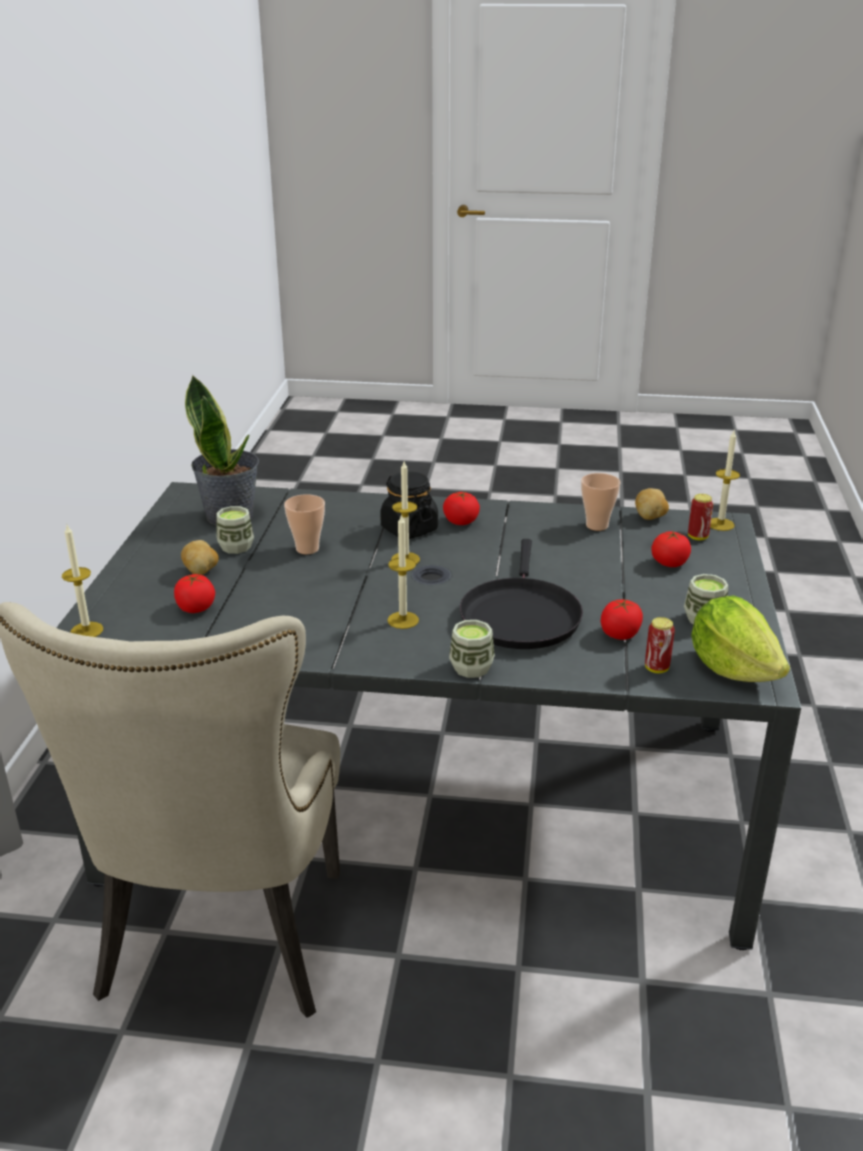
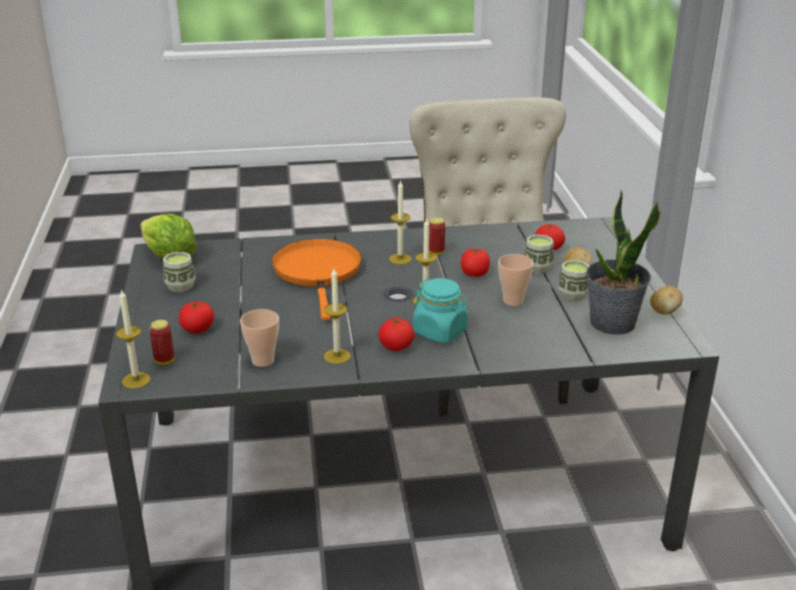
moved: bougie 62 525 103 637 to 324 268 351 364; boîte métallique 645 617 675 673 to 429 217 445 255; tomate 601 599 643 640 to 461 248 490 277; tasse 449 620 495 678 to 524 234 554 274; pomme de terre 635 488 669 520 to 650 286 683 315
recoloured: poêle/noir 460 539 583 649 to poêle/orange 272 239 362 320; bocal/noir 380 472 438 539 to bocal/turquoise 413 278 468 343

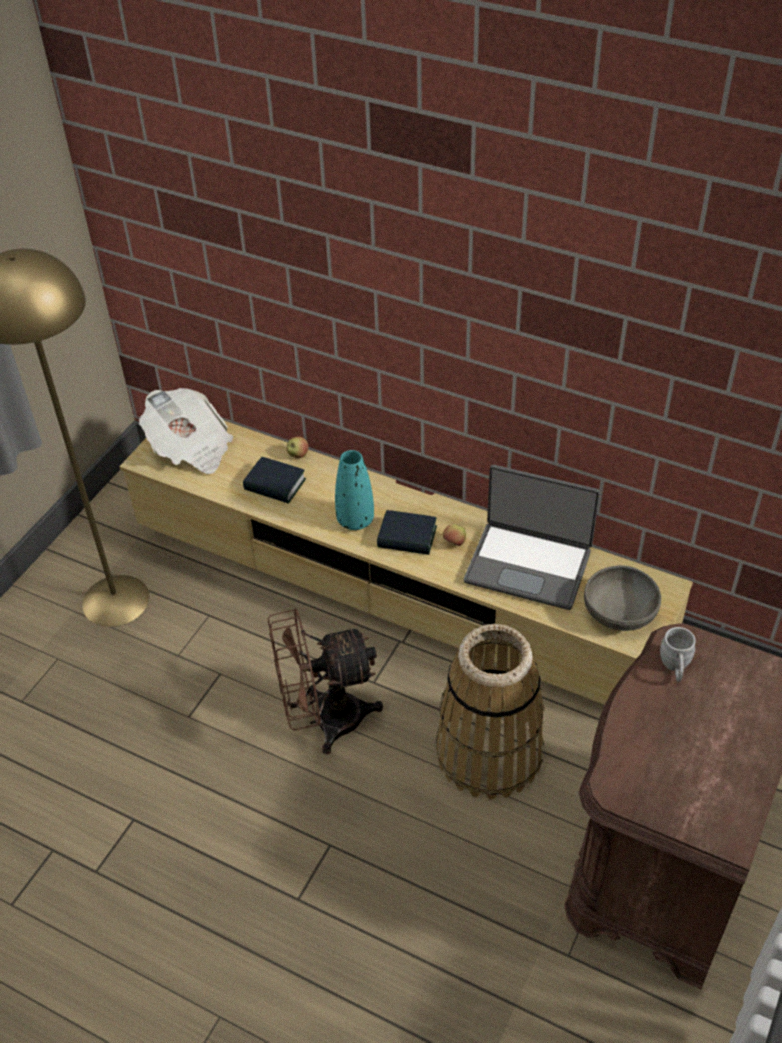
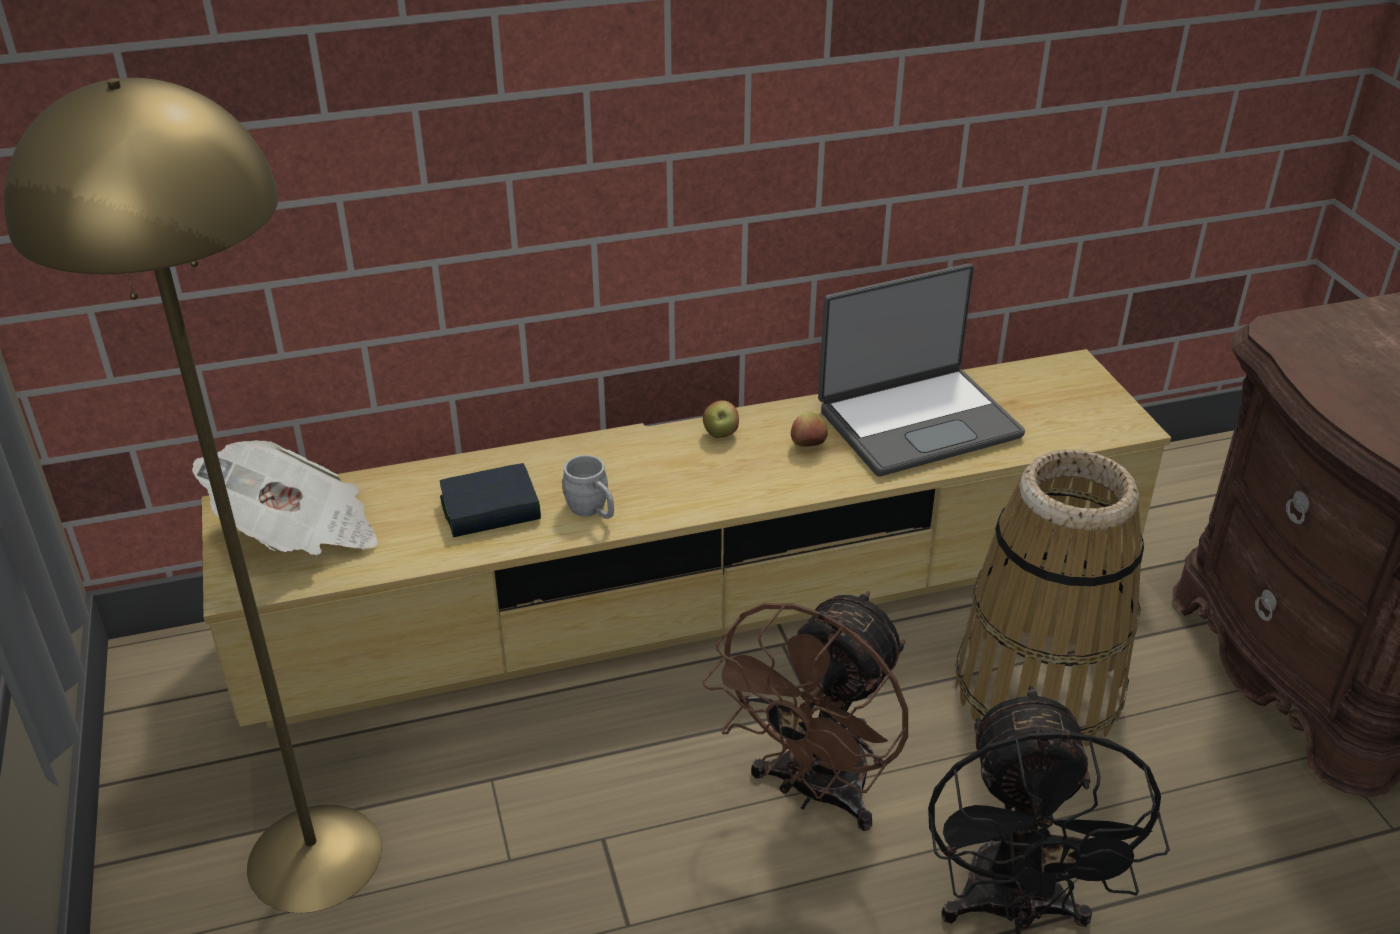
removed: vase/turquoise 335 450 374 530; livre 377 510 437 555; bol/gris 584 565 661 631
added: ventilateur/noir 928 686 1170 934
moved: mug/gris 660 627 696 682 to 562 455 614 519; pomme 287 436 308 458 to 703 400 739 438

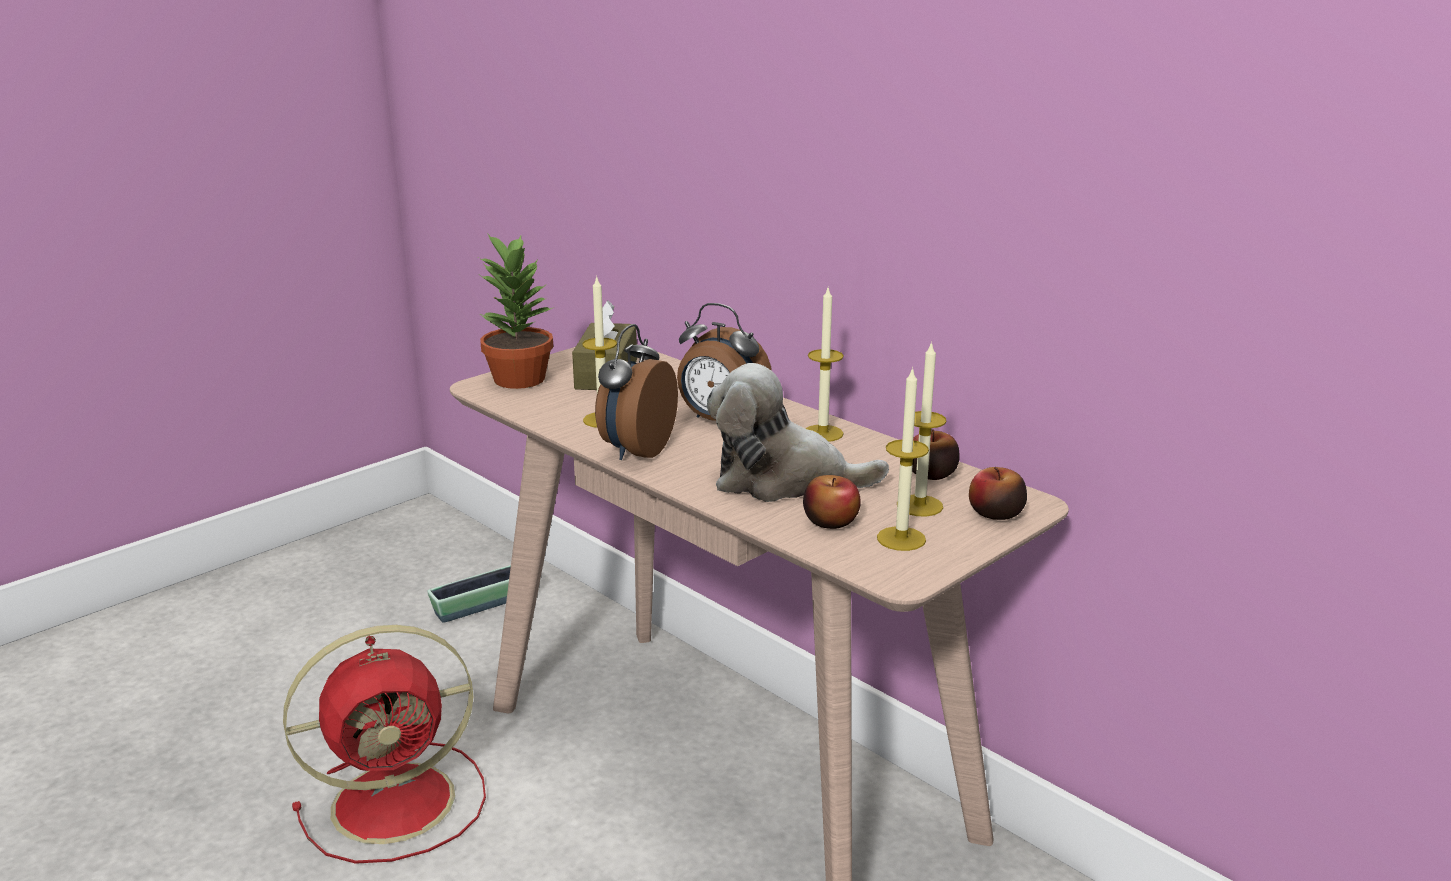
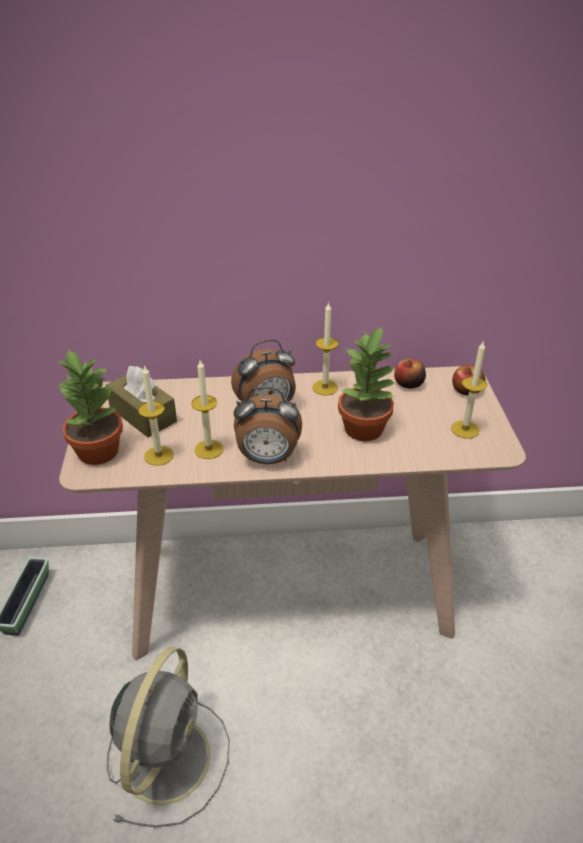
removed: pomme 803 475 861 529
moved: bougie 897 341 946 517 to 138 365 174 466
replaced: peluche 707 363 889 502 to plante en pot 338 326 397 441
recoloured: ventilateur/rouge 283 625 486 864 to ventilateur/gris 107 647 230 827
turned: réveil 595 324 678 460 = 233 387 302 464 60 degrees counterclockwise

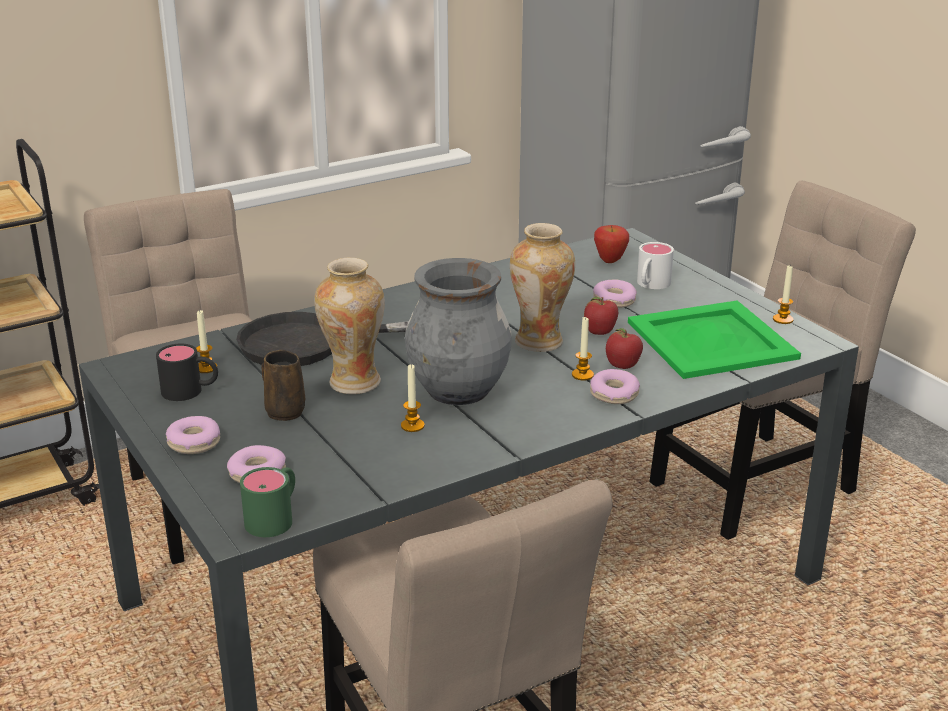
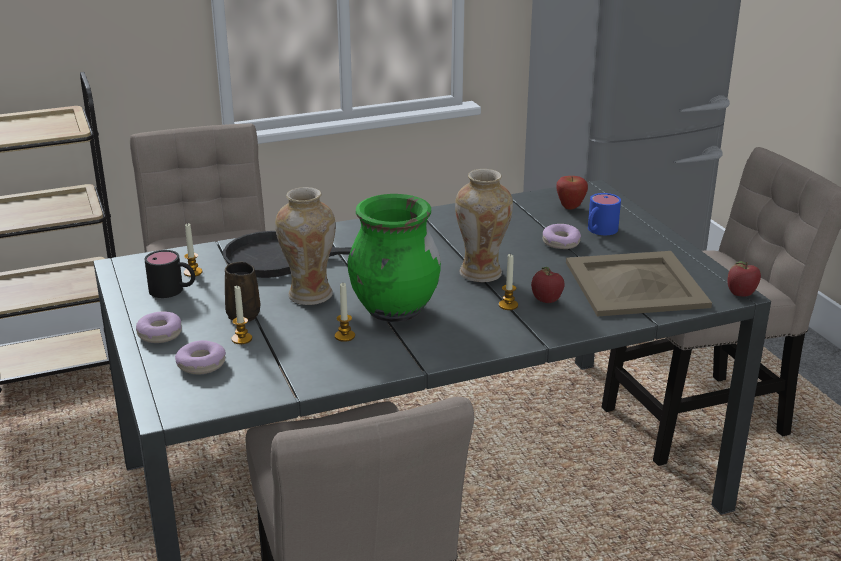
removed: mug/vert 240 467 295 537; beignet 590 369 640 404
moved: bougie 773 265 794 324 to 231 286 252 344; pomme 584 297 618 335 to 727 261 761 297
recoloured: vase/gris 405 258 511 405 to vase/vert 348 194 441 322; plateau/vert 628 300 801 379 to plateau/beige 566 251 712 317; mug/blanc 637 242 674 289 to mug/bleu 588 193 621 235

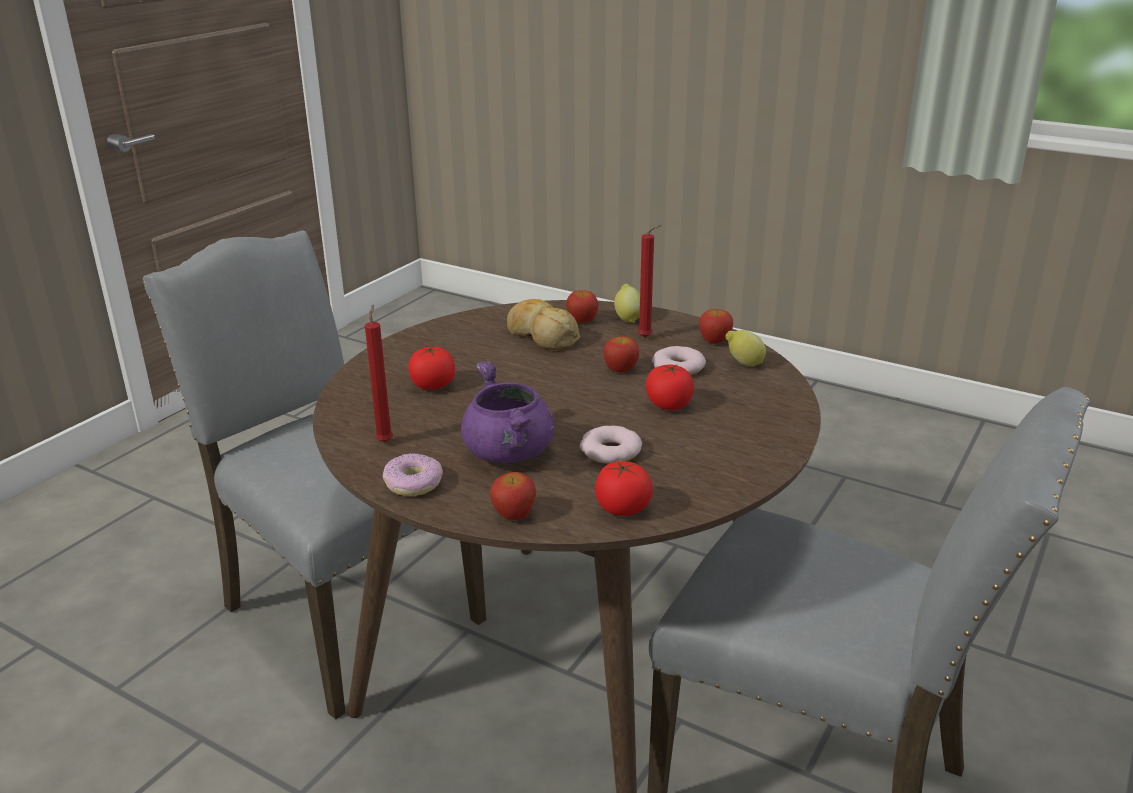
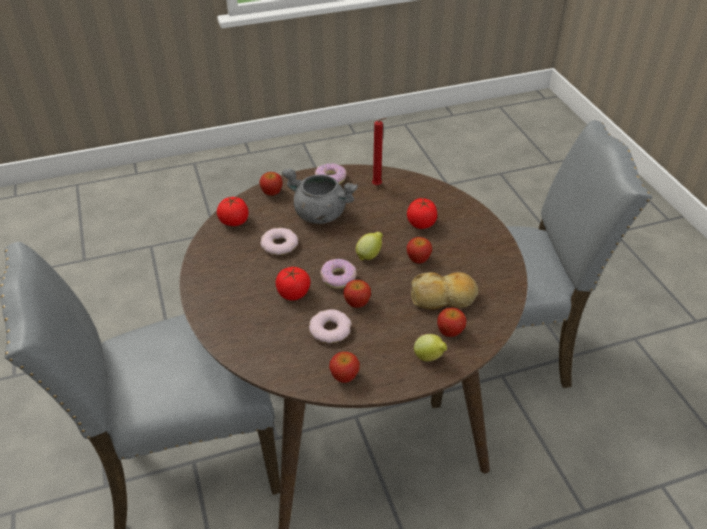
removed: bougie/rouge 638 225 661 338
added: beignet 320 259 357 289; pomme 407 237 432 263
moved: citron 725 330 766 366 to 356 232 383 260
recoloured: marmite/violet 461 361 554 463 to marmite/gris 282 169 358 224

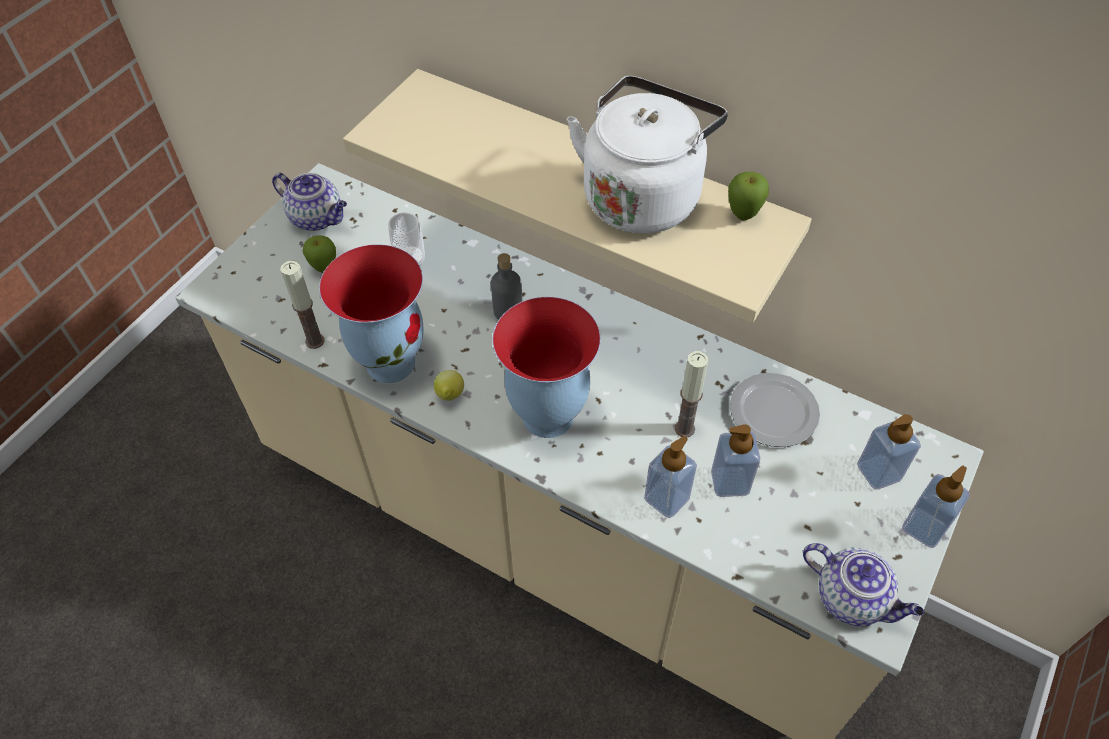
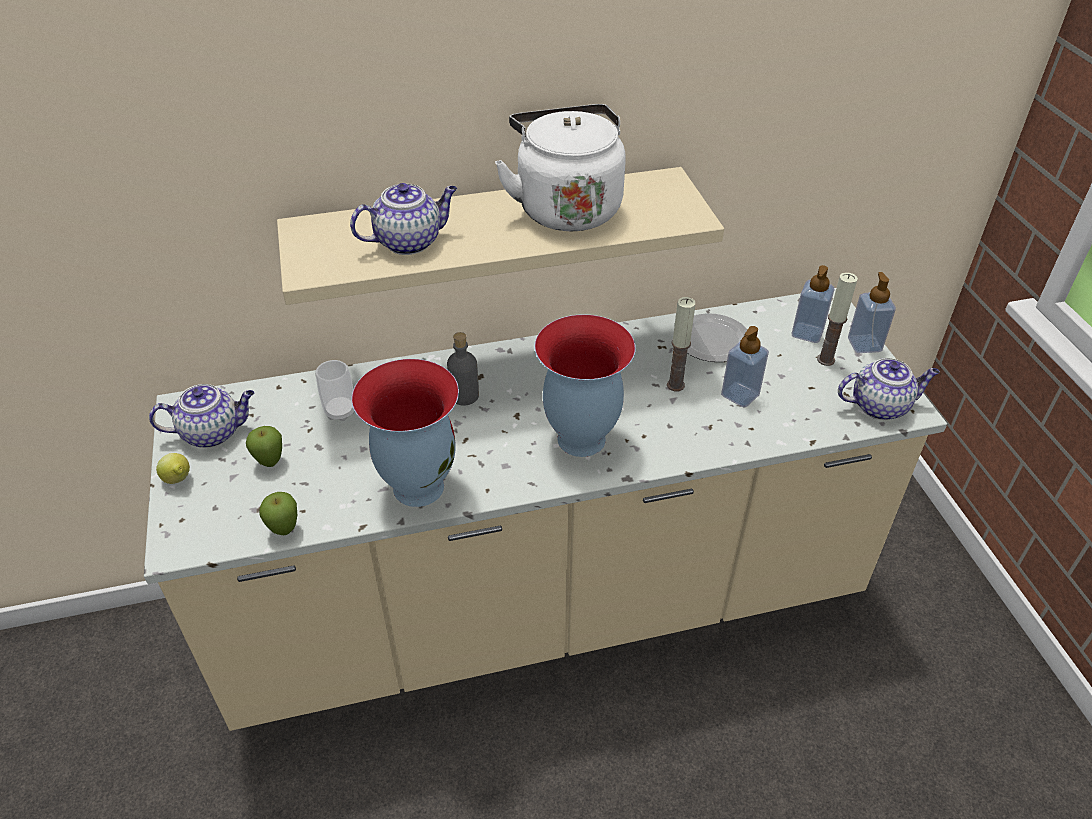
removed: distributeur de savon 644 436 697 518
added: théière 350 183 457 255
moved: citron 434 370 464 401 to 156 453 190 484; pomme 728 172 769 221 to 259 492 297 535; bougie 280 261 325 349 to 817 272 858 366

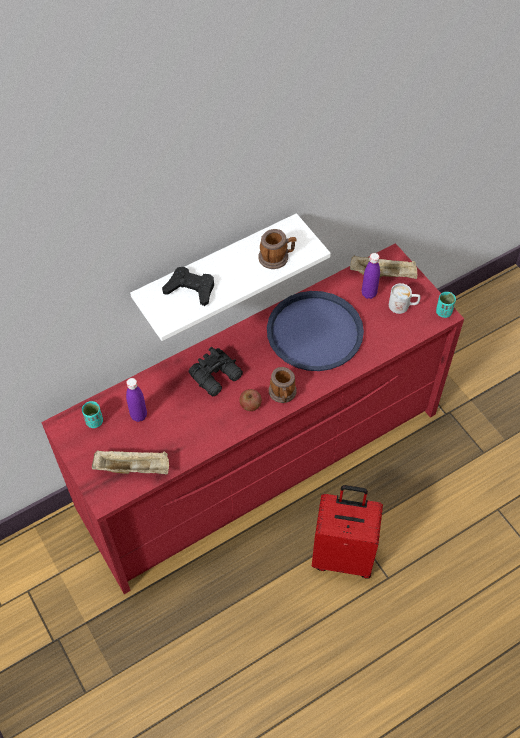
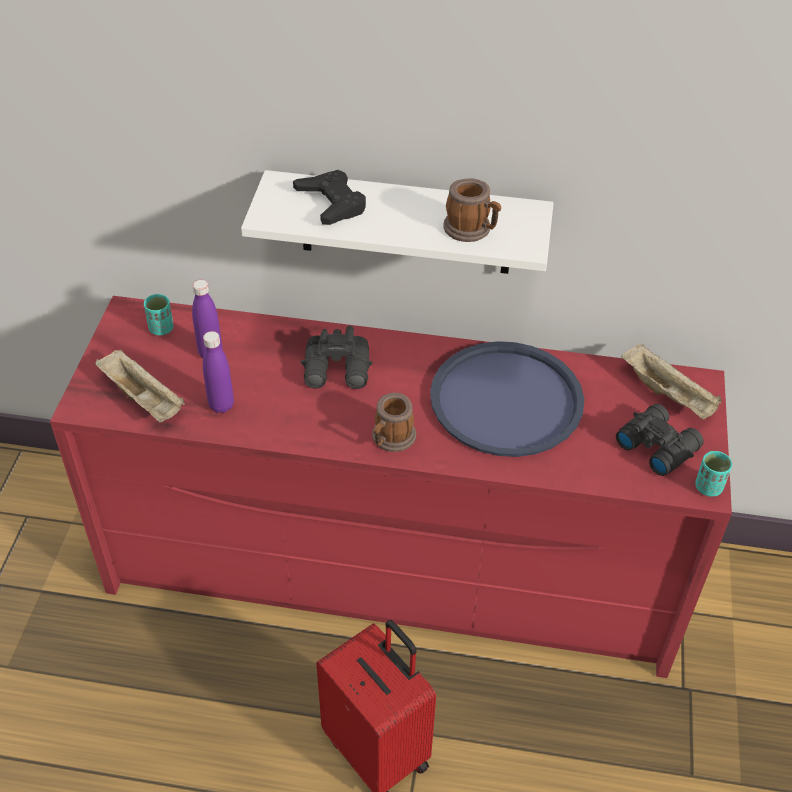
removed: pomme 239 389 262 411
moved: bouteille/violet 362 253 380 299 to 203 331 234 413
replaced: mug/blanc 389 283 420 314 to jumelles/noir 616 404 704 476

